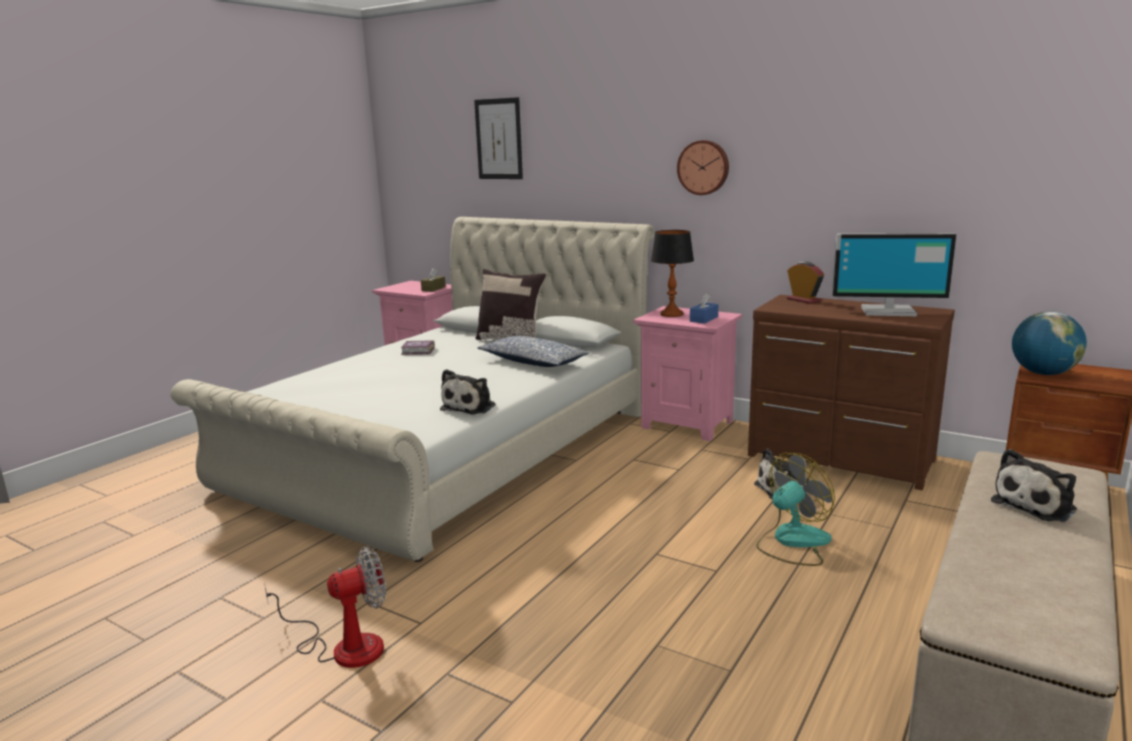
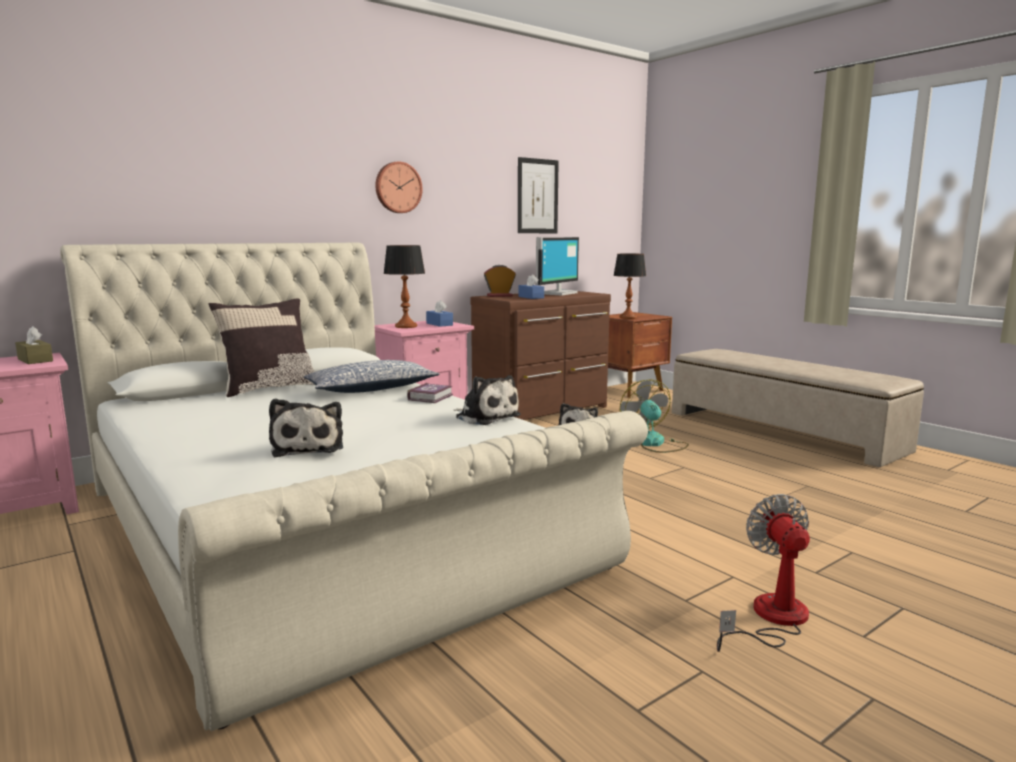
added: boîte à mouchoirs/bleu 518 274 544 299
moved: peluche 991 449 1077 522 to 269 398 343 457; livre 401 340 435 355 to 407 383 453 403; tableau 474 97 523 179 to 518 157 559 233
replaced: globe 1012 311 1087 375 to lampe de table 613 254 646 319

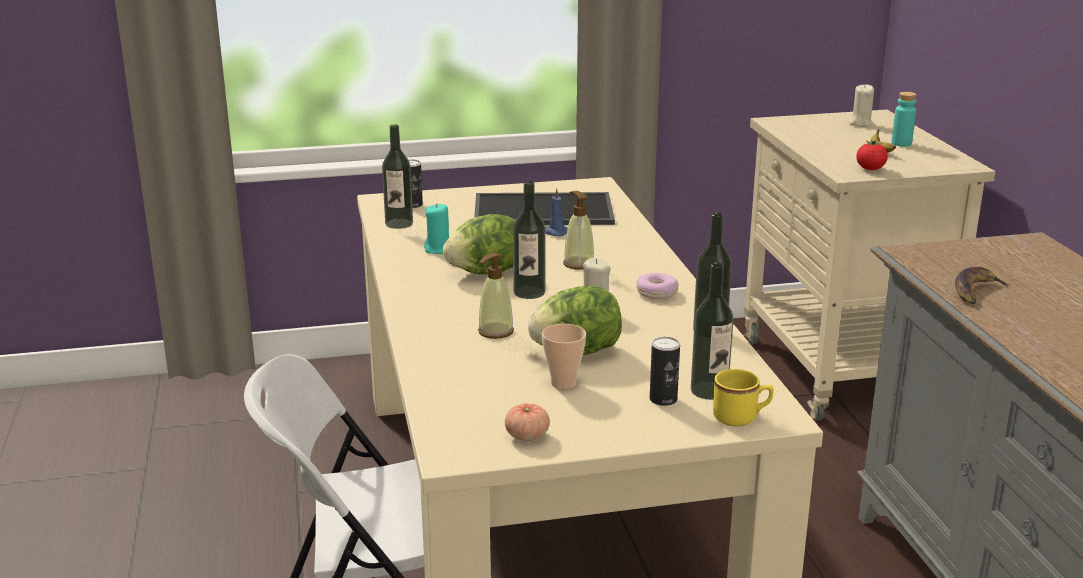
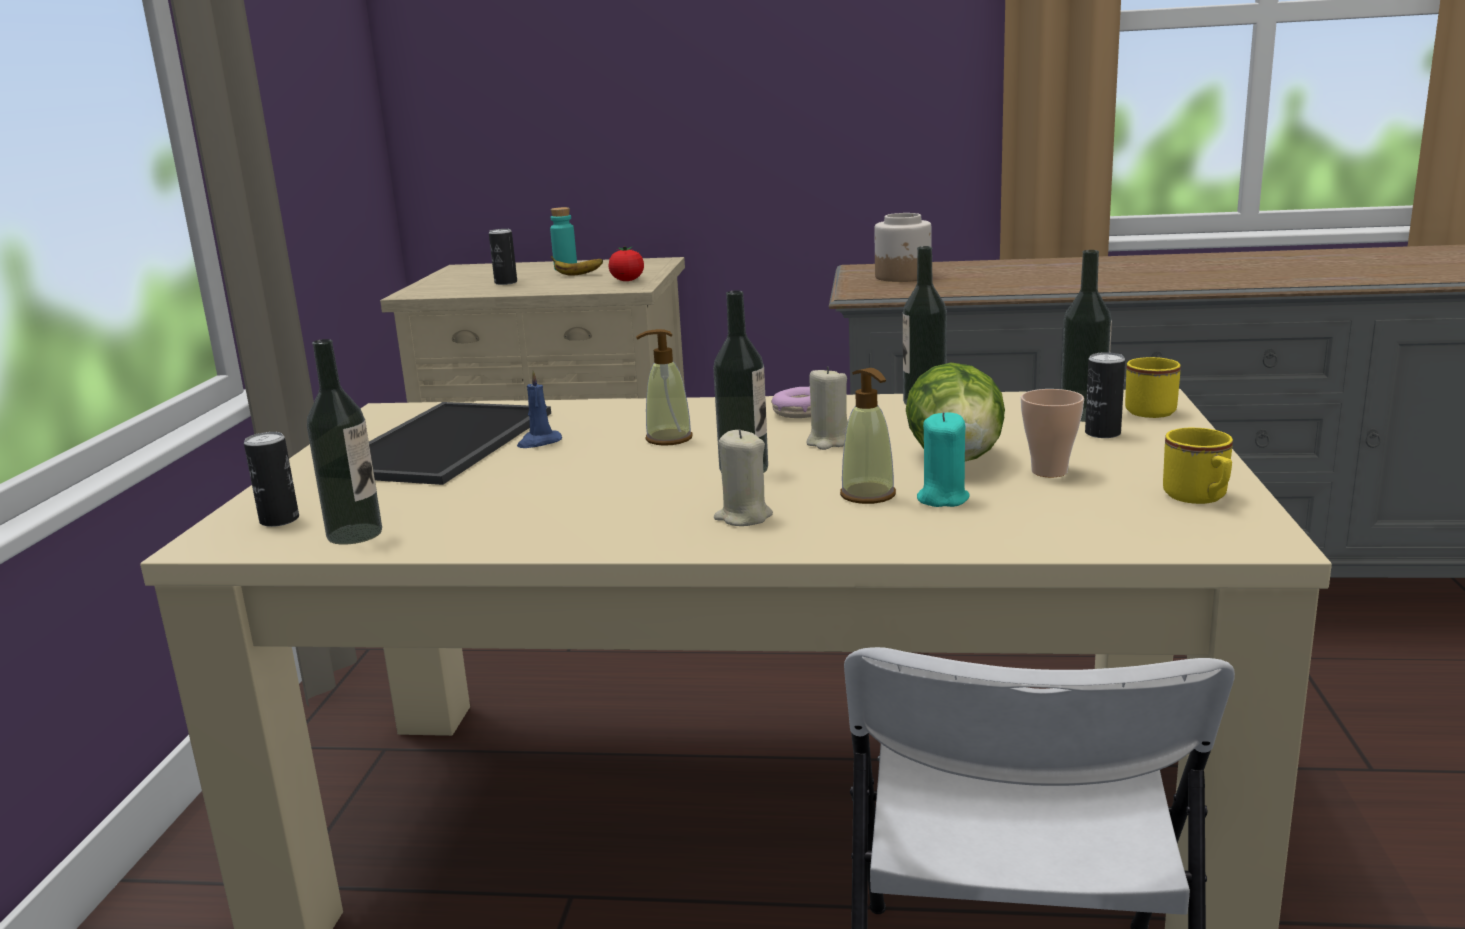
removed: laitue 443 214 515 274; banane 955 267 1010 304
added: boîte métallique 489 229 517 285; bocal 874 213 931 282
moved: bougie/beige 849 85 874 127 to 714 429 773 526; bougie/turquoise 424 203 449 254 to 917 412 970 507
replaced: tomate 505 403 550 441 to mug/jaune 1163 428 1233 504

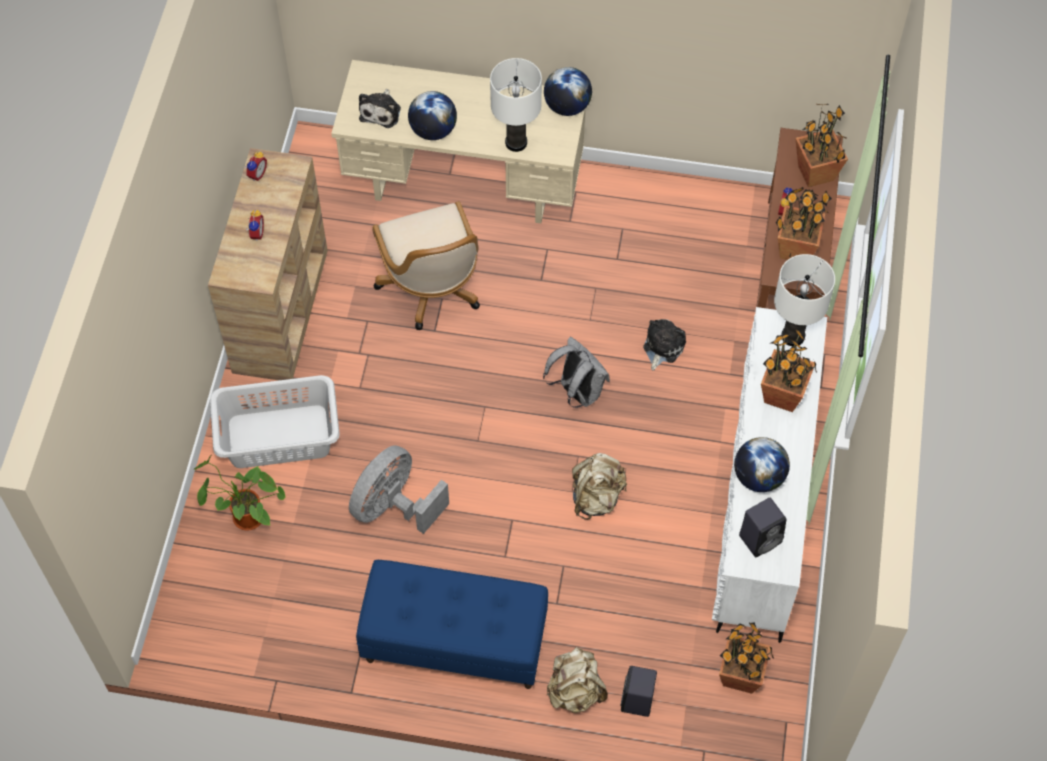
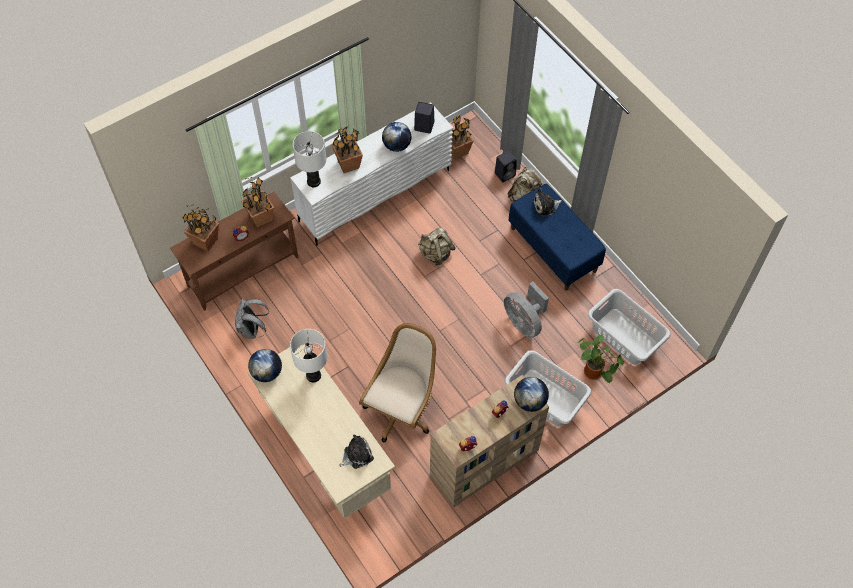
added: panier à linge/gris 588 289 670 365
moved: sac à dos/gris 543 337 610 408 to 235 297 269 339; globe 408 91 457 140 to 514 377 549 412; peluche 643 319 686 371 to 532 188 562 217
turned: ventilateur/gris 349 445 449 534 = 504 281 549 338 60 degrees clockwise

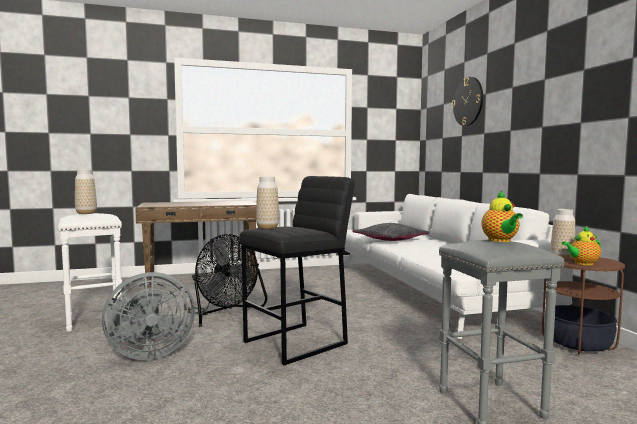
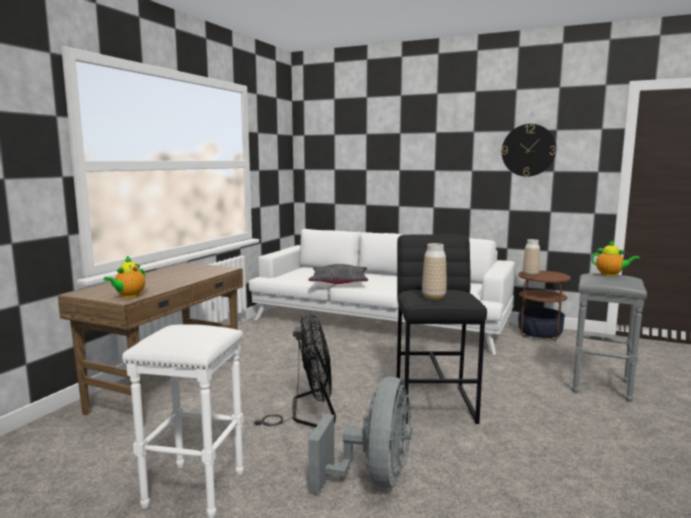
removed: vase 75 169 97 214
moved: théière 561 226 601 265 to 104 256 145 298; horloge murale 452 77 483 126 to 502 124 556 177

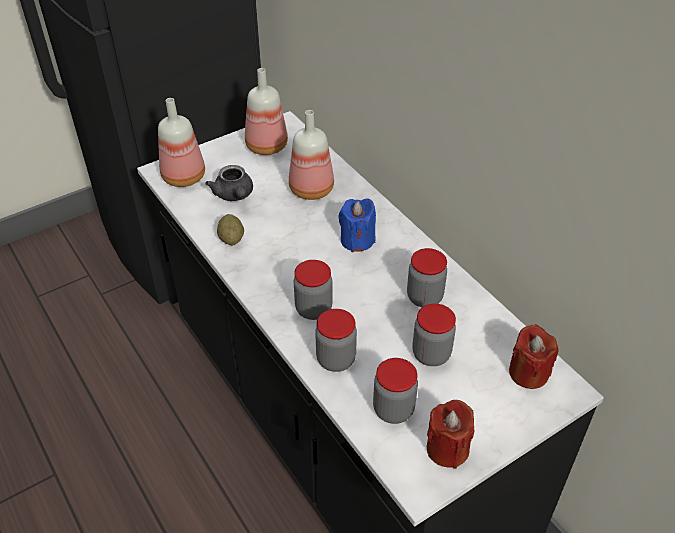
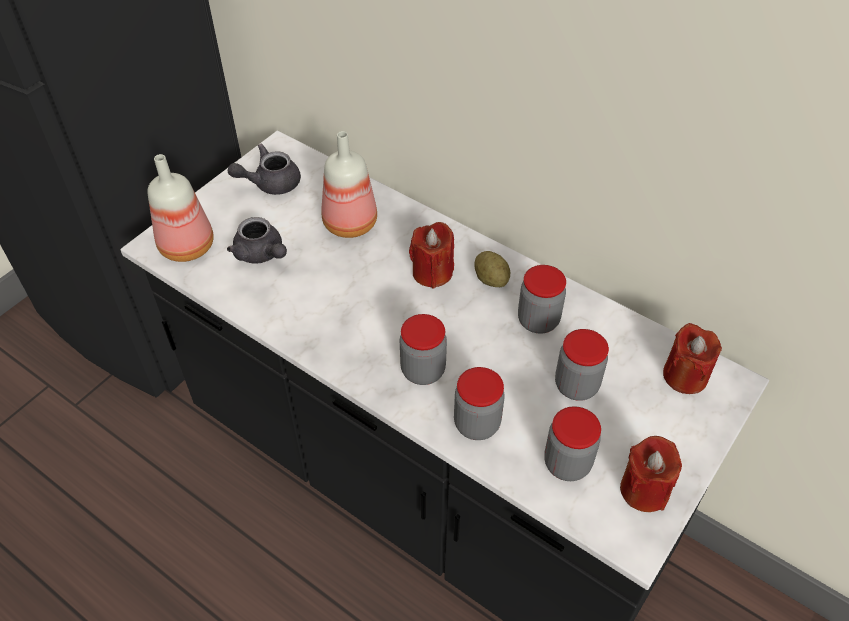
moved: pomme de terre 217 214 244 246 to 474 251 510 287
replaced: bouteille 245 68 288 155 to théière/gris 228 144 301 195
recoloured: bougie/bleu 338 198 376 252 to bougie/rouge 409 222 454 289

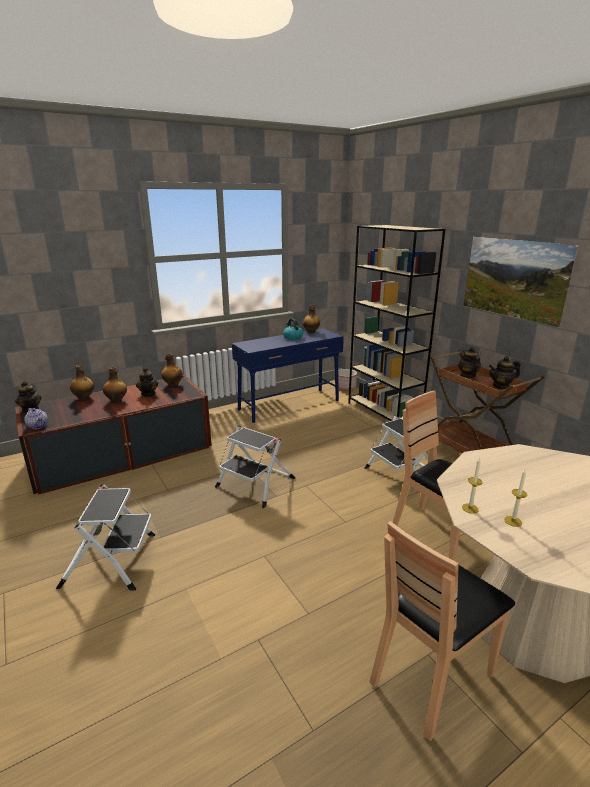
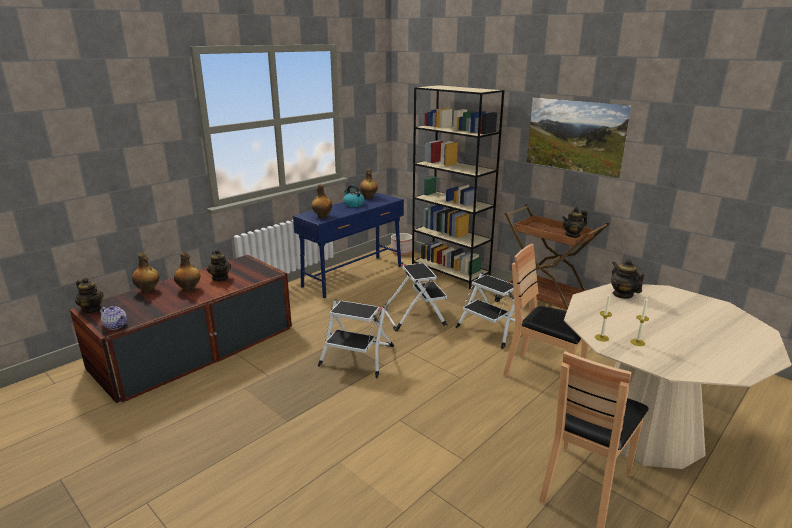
moved: bouteille 161 354 183 387 to 312 185 332 218; escabeau 56 483 155 590 to 384 262 448 332; théière 458 347 481 378 to 611 259 644 299

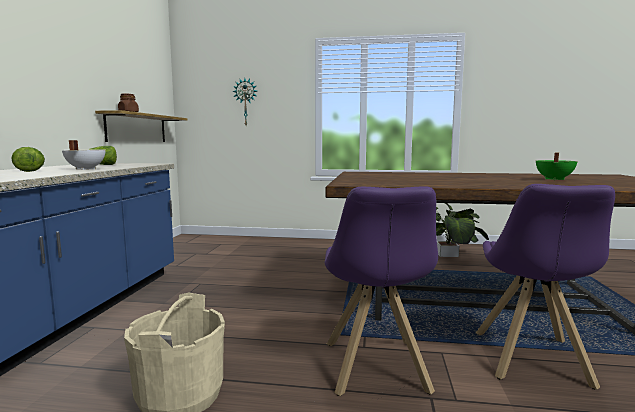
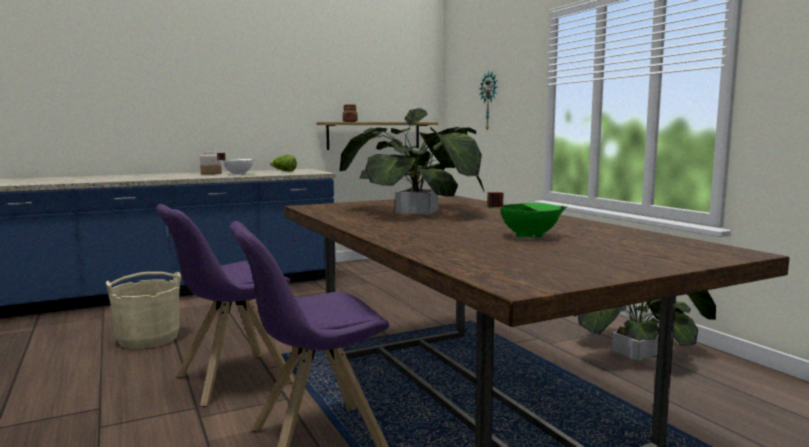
added: plante en pot 340 108 485 215
replaced: laitue 11 147 45 172 to bocal 200 152 222 175

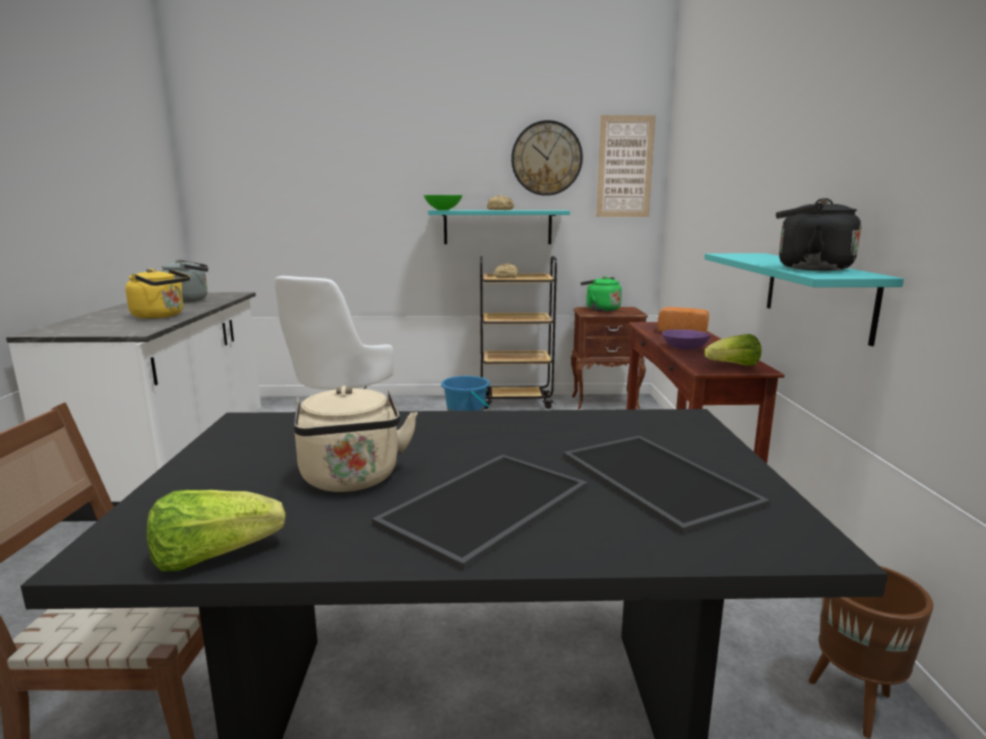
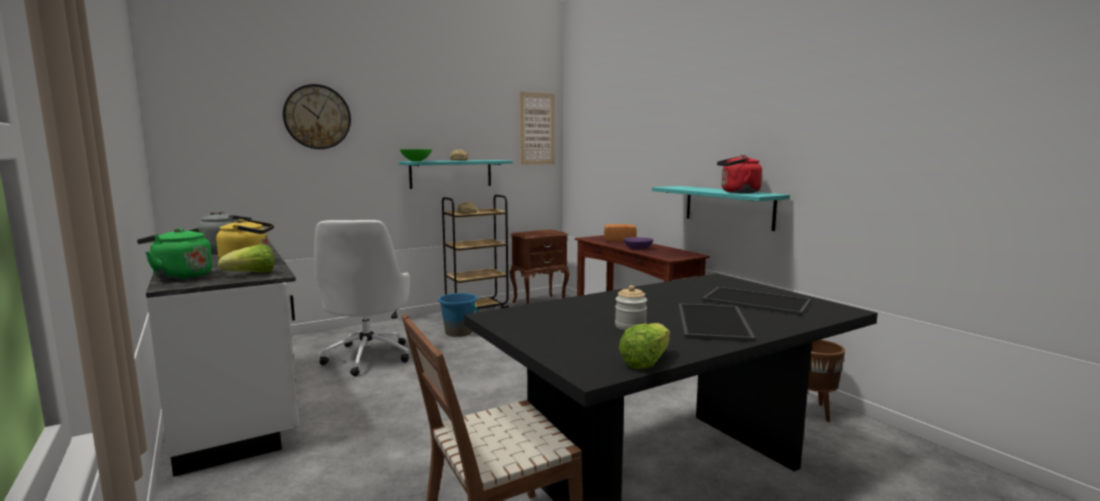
moved: bouilloire/vert 580 276 622 312 to 137 228 213 280; laitue 704 334 761 366 to 218 244 274 273; horloge murale 511 120 583 196 to 283 84 351 149
replaced: bouilloire/beige 294 386 418 492 to bocal 615 285 647 330
recoloured: bouilloire/noir 776 198 861 271 to bouilloire/rouge 717 155 762 193

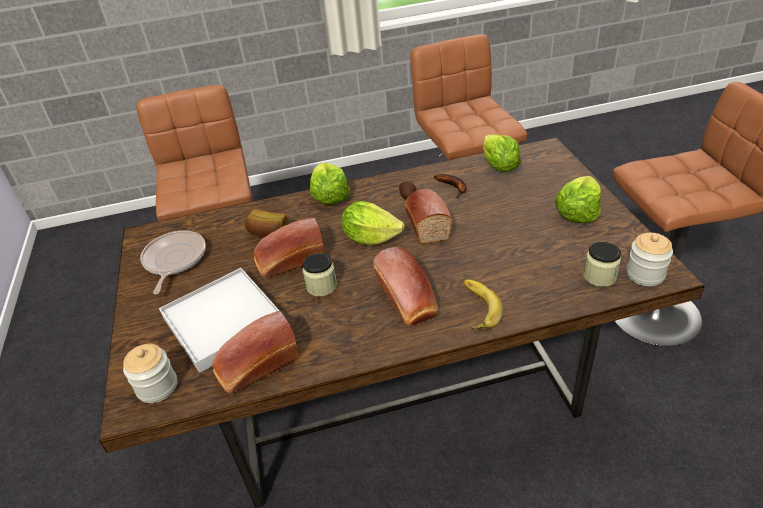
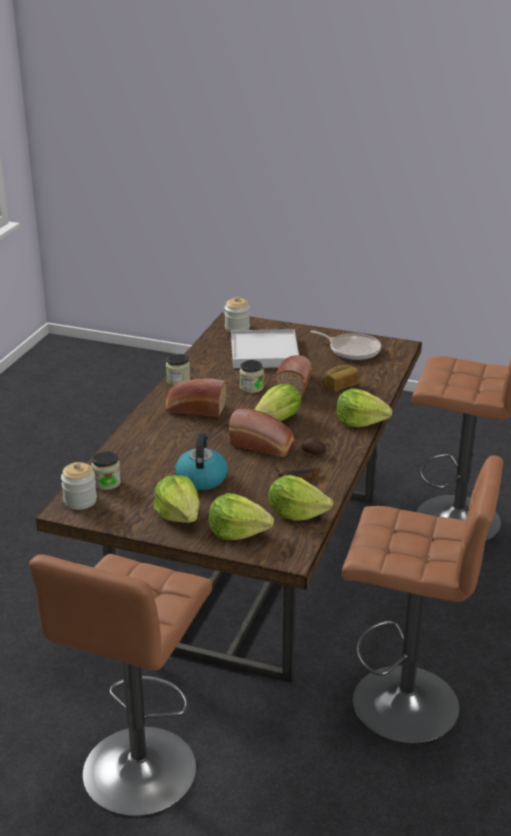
removed: pain 212 311 298 394; banane 464 279 503 329
added: bocal 166 354 190 386; bouilloire 175 433 228 490; laitue 209 493 274 540

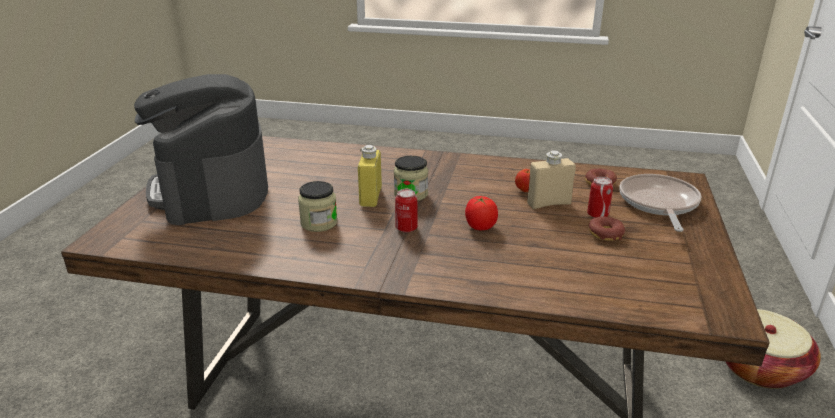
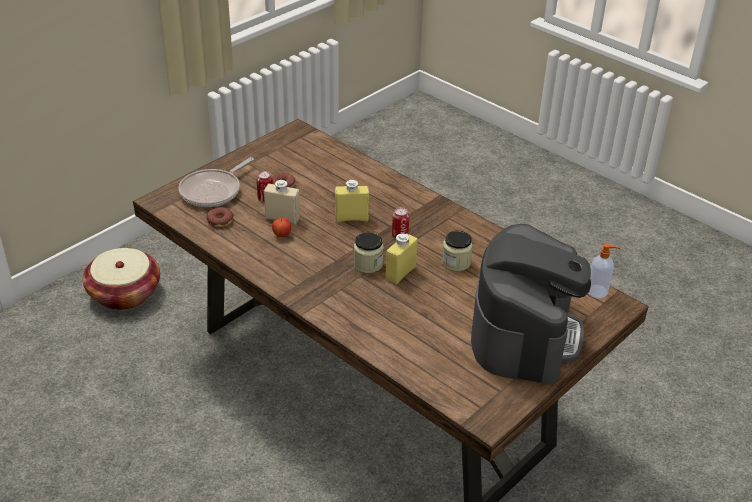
added: distributeur de savon 588 244 620 298
replaced: tomate 465 196 498 230 to bouteille/jaune 335 180 369 222

